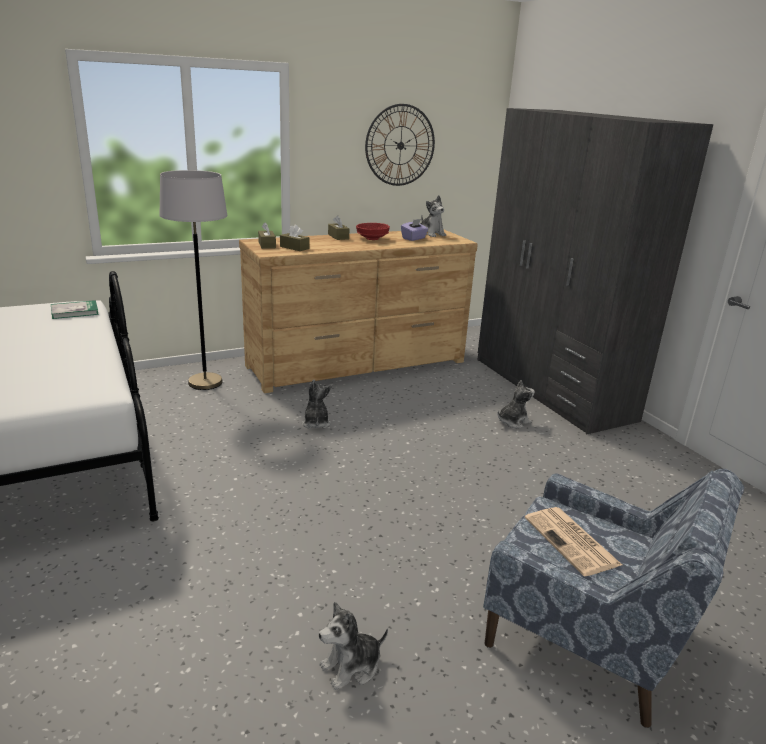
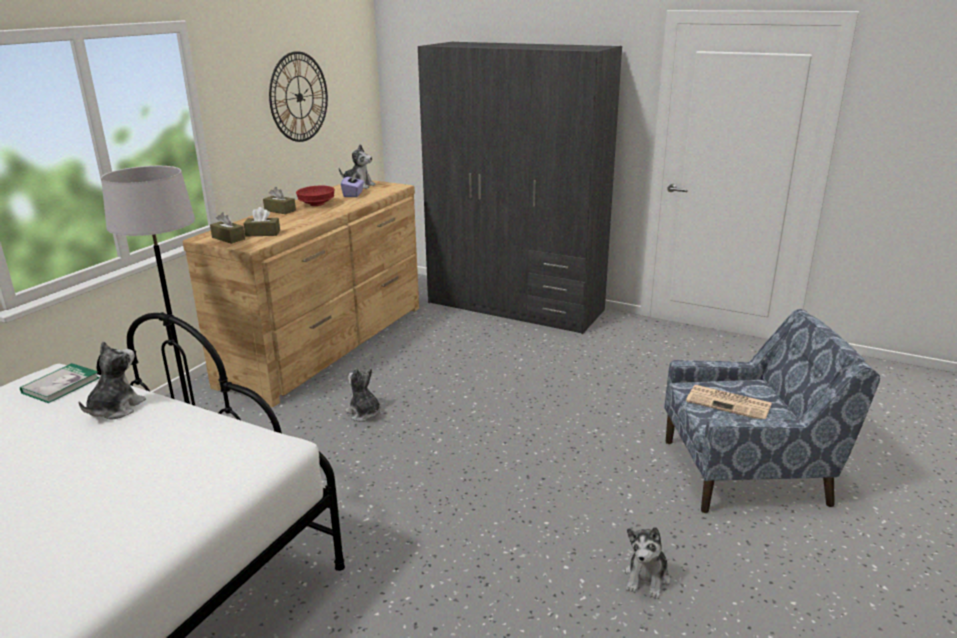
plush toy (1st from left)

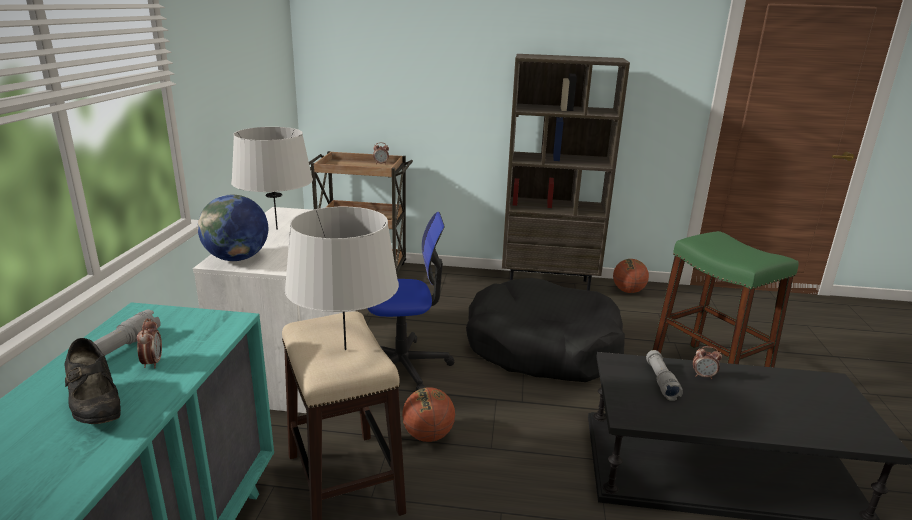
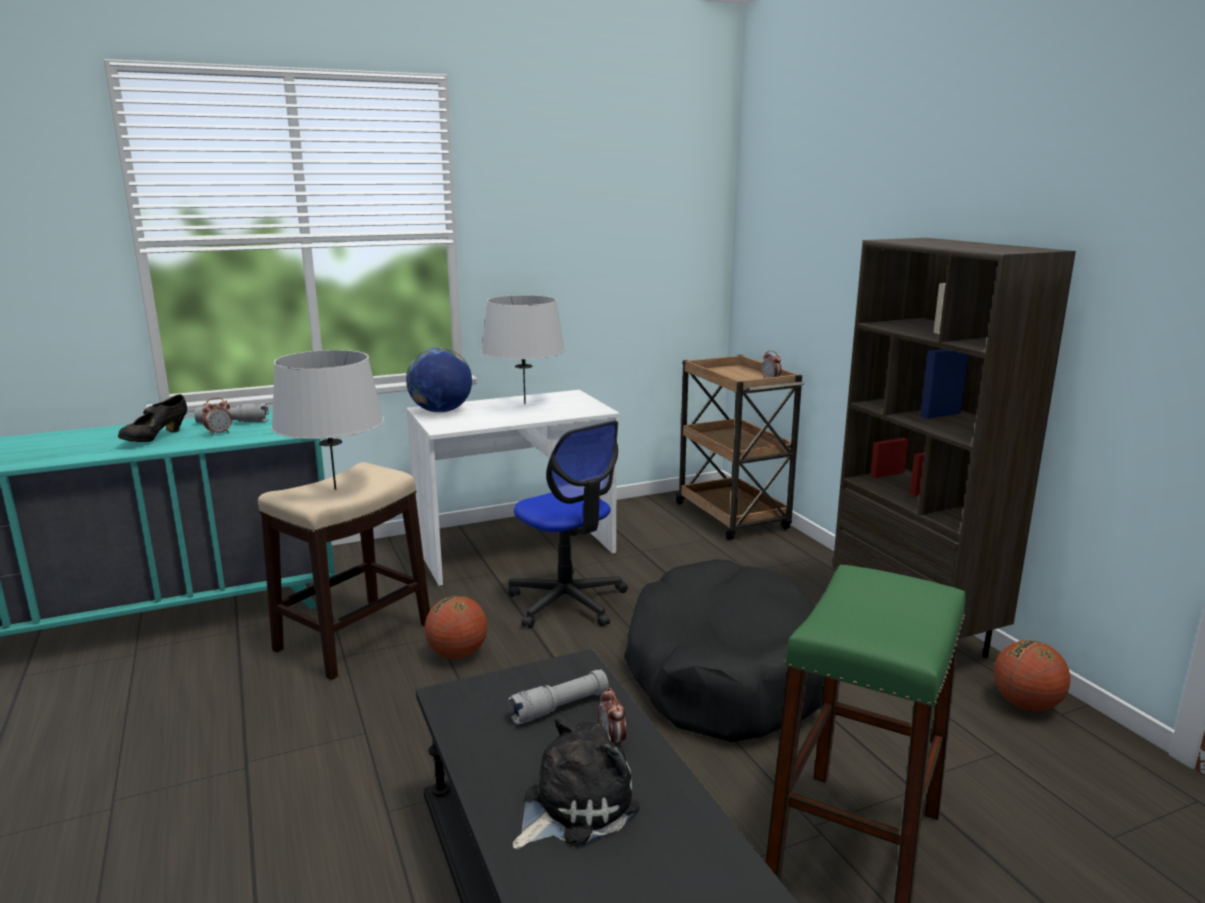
plush toy

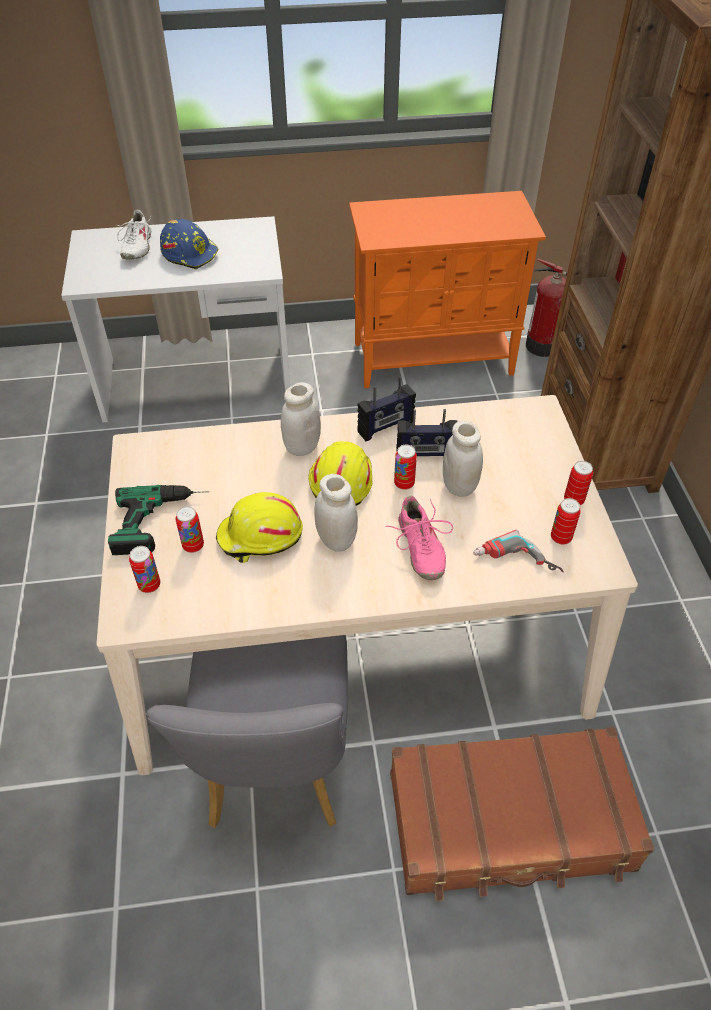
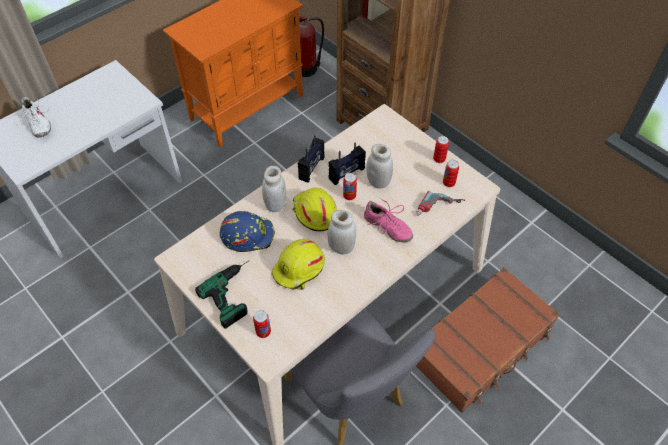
work helmet in blue
can (2nd from left in the first image)

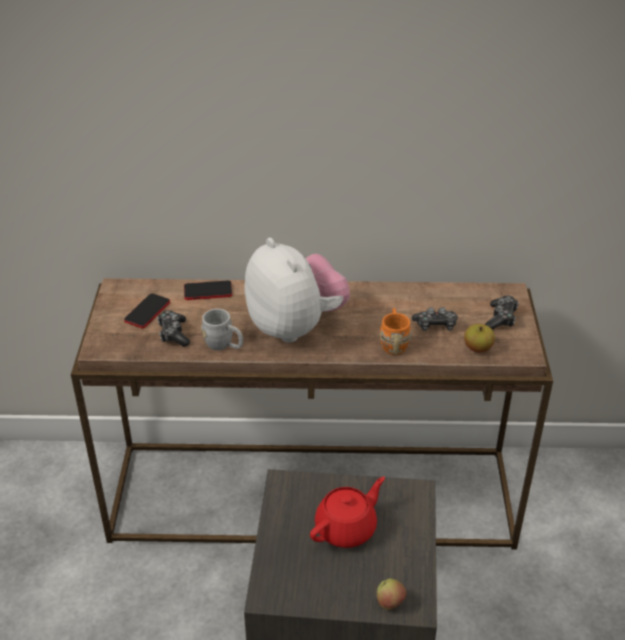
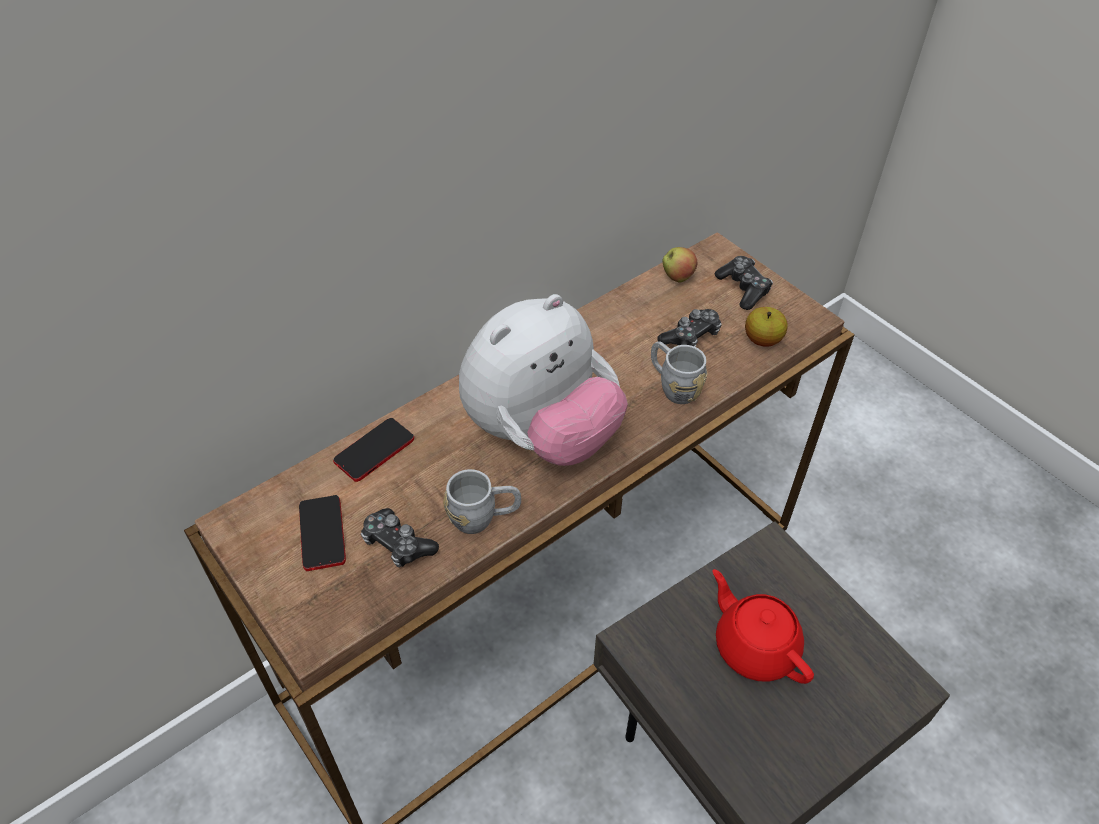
plush toy
tea mug in gray (2nd from left)
teapot in reddish
apple fruit (1st from left)

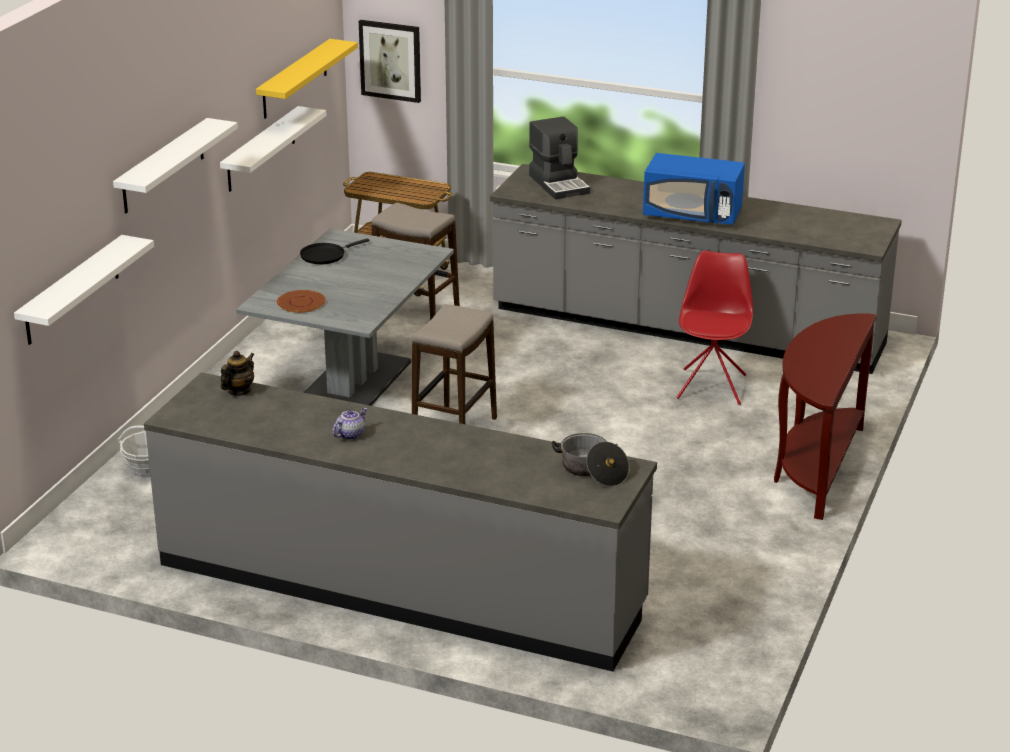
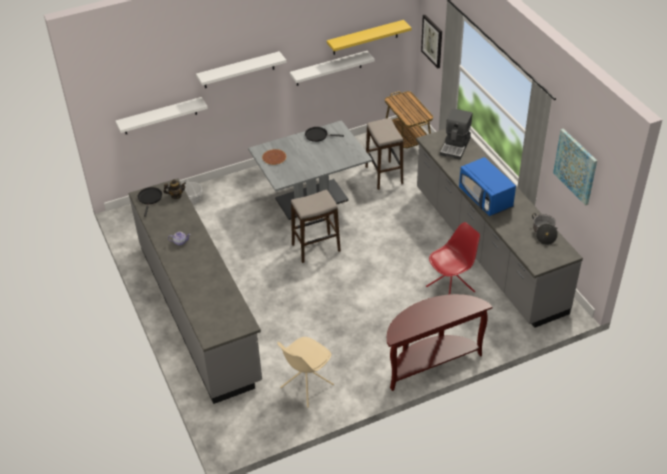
cooking pot
wall picture (2nd from left)
pan in black (1st from left)
upright chair in sand-coloured

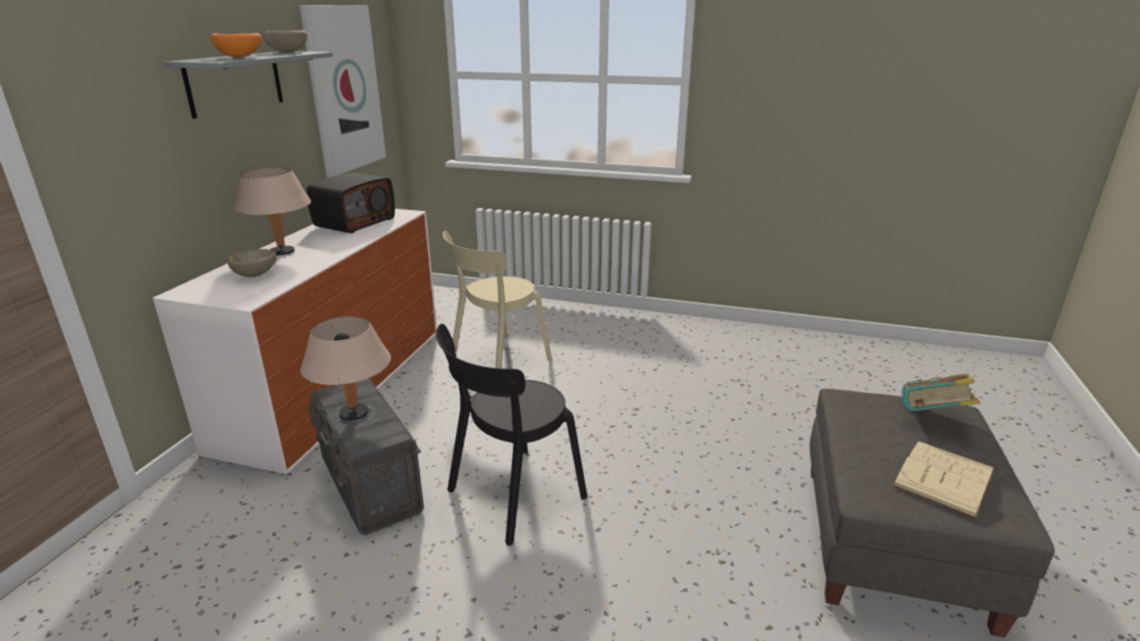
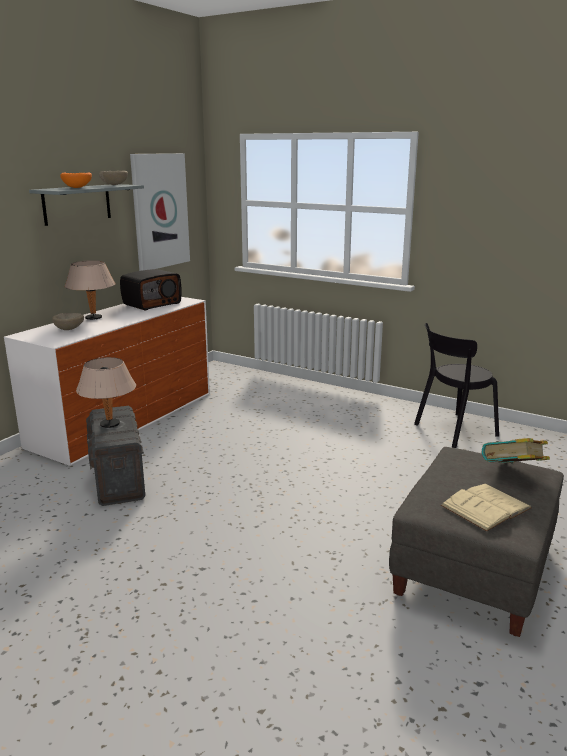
upright chair in sand-coloured
upright chair in black

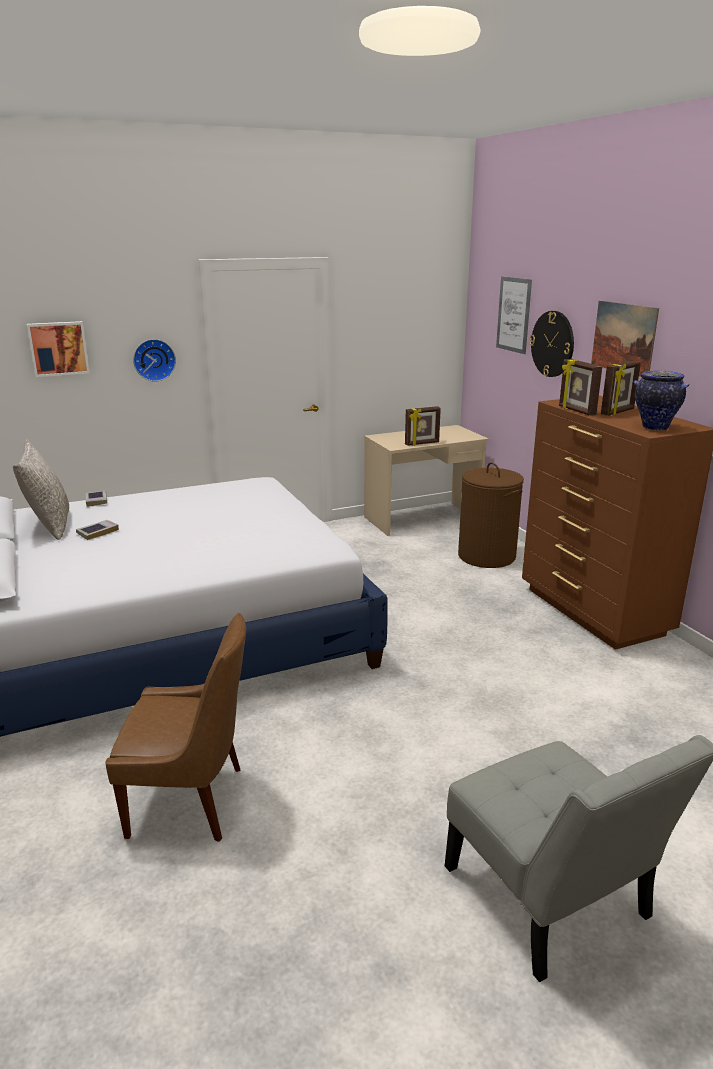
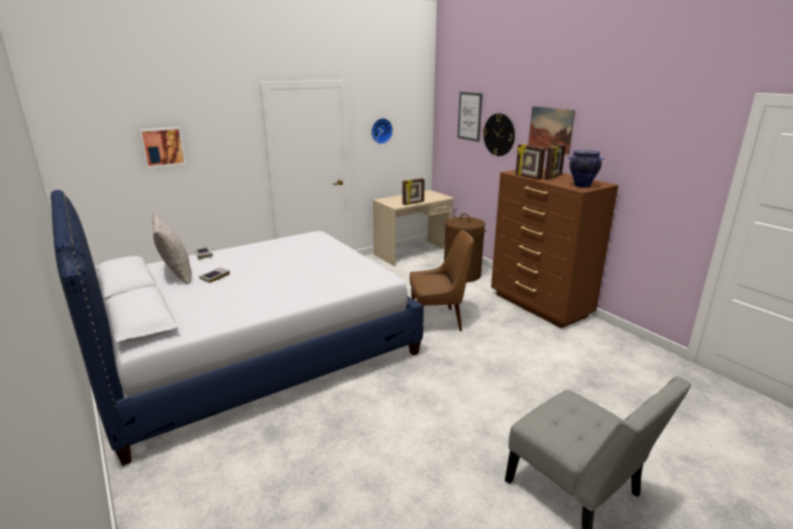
clock on the wall (1st from left)
upright chair in brownish

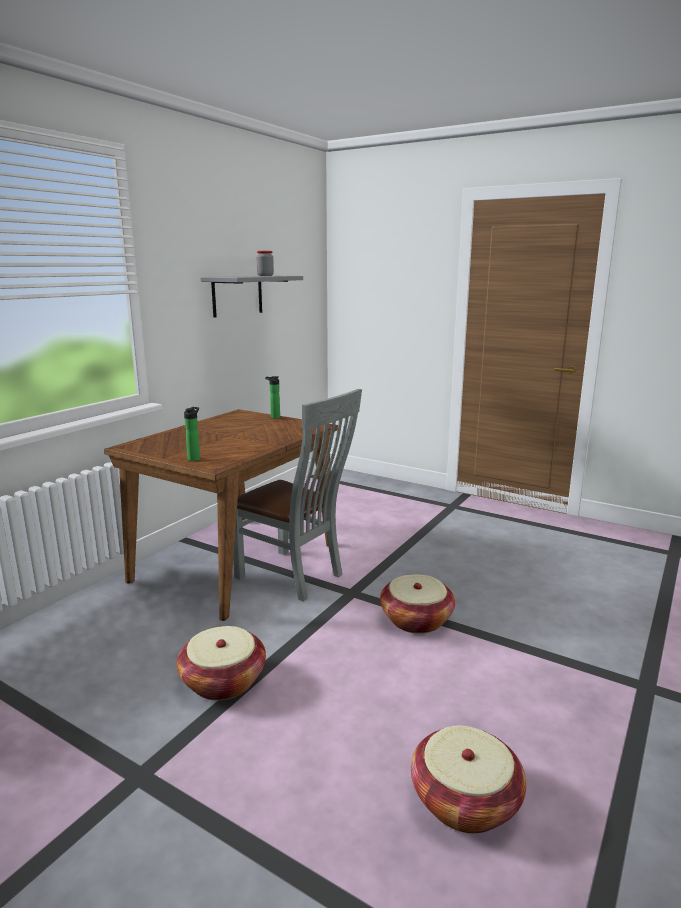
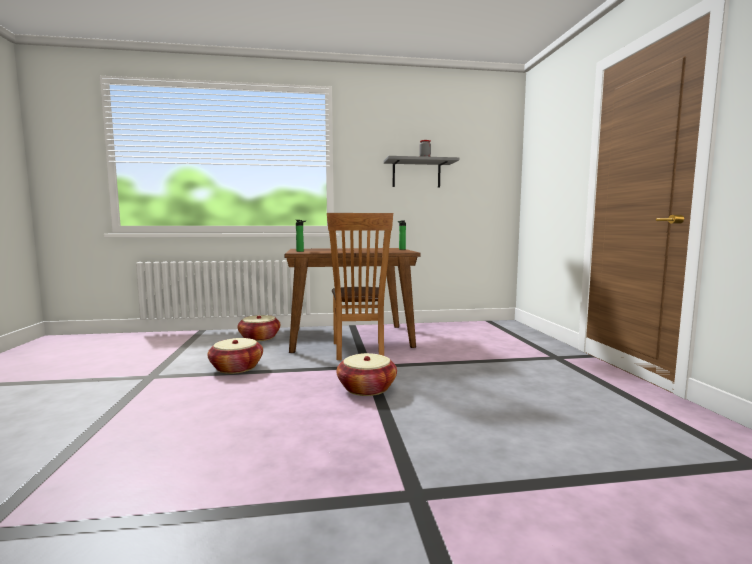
upright chair in brownish
basket (2nd from left)

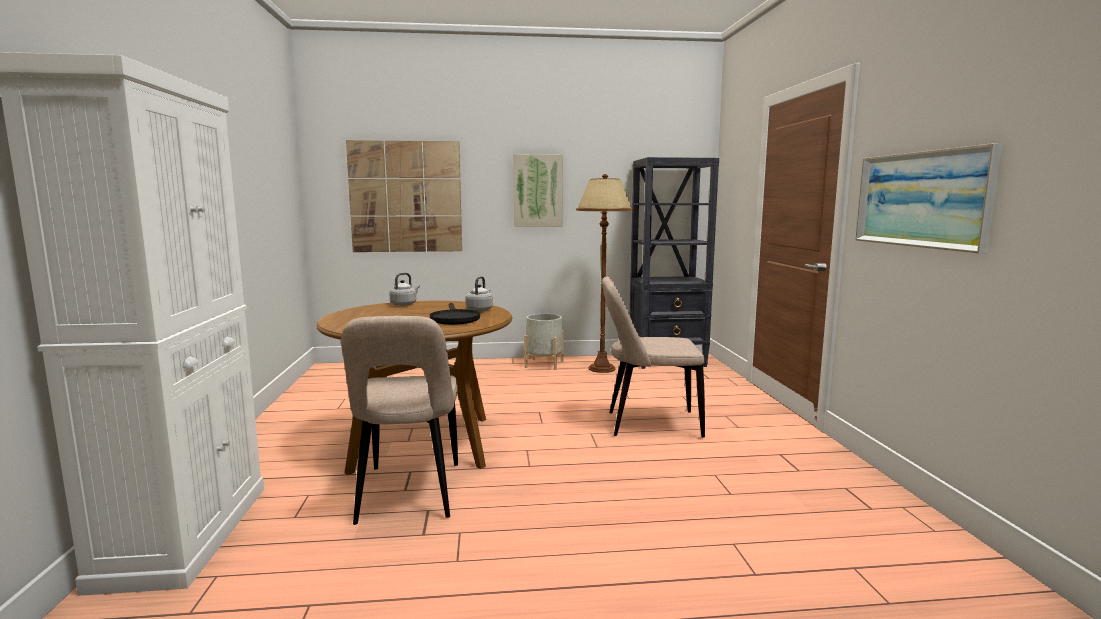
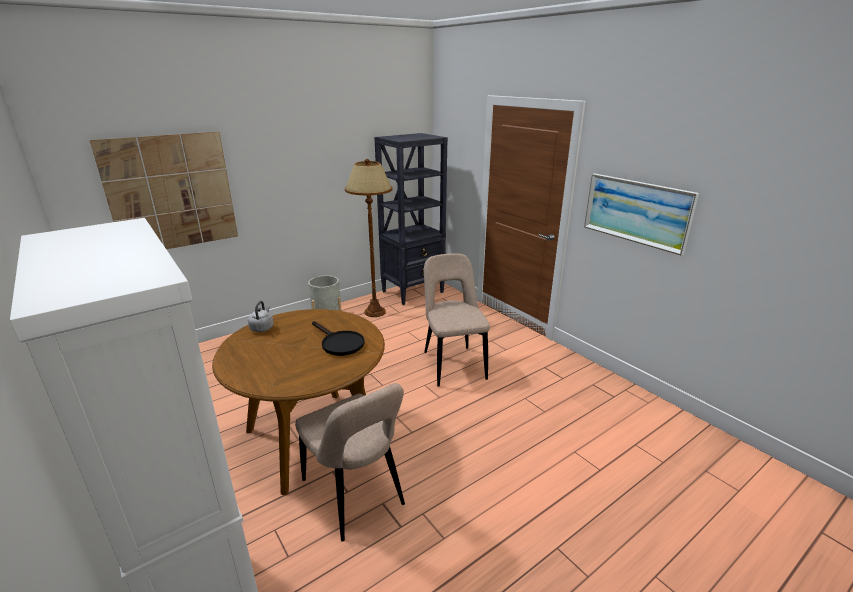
wall picture (2nd from left in the first image)
water kettle in gray (2nd from left in the first image)
upright chair in sand-coloured (2nd from left)

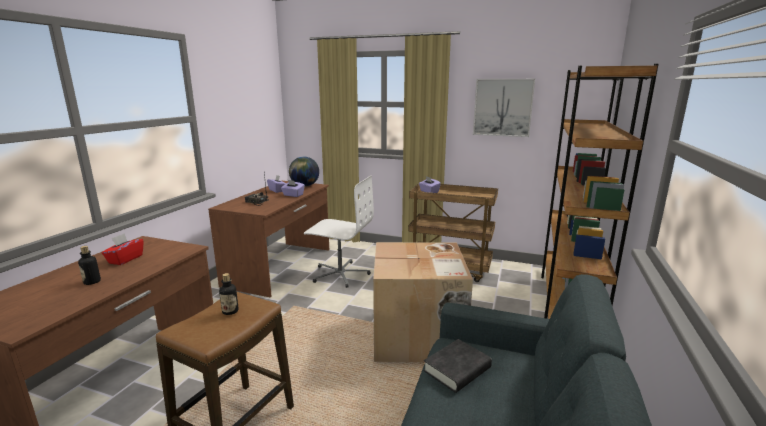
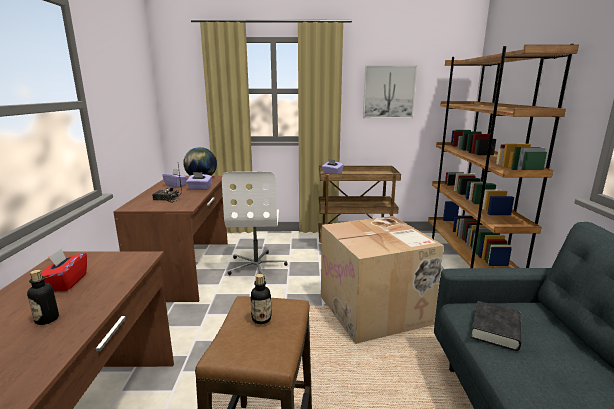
desk chair in whitish

